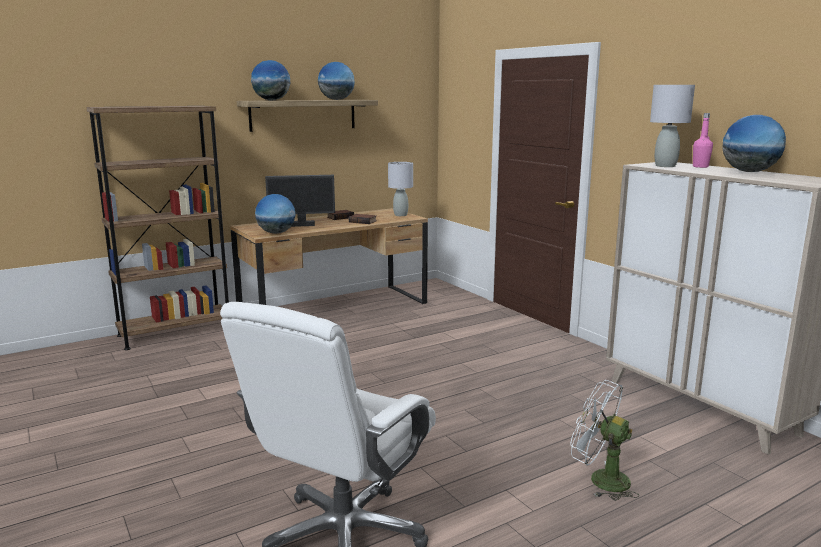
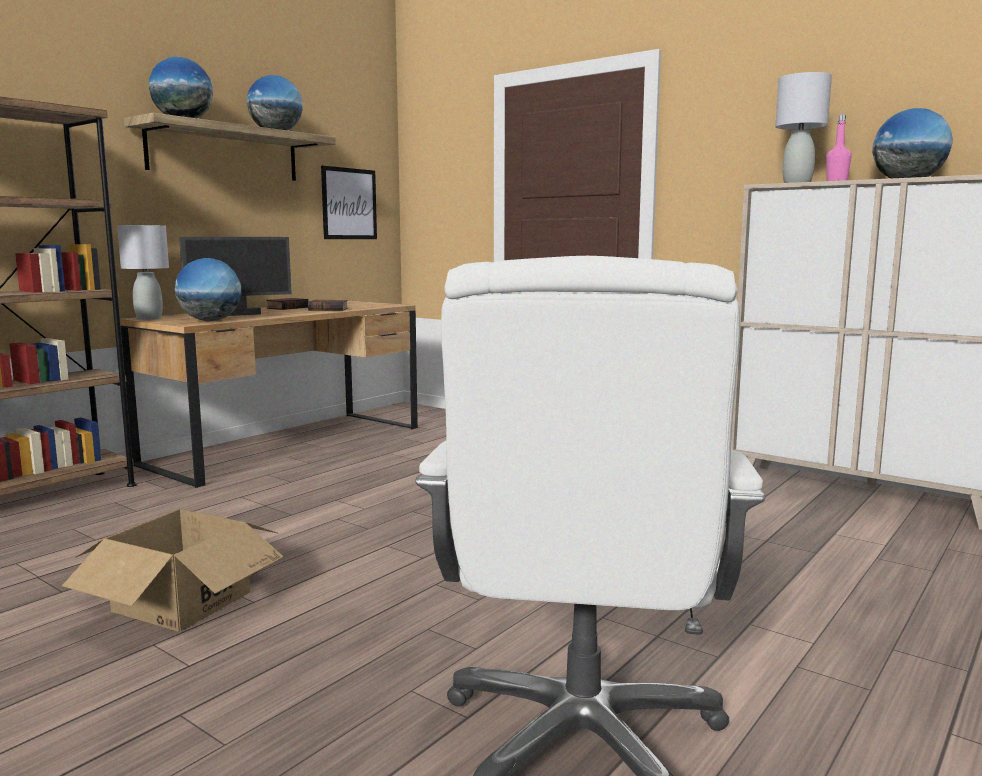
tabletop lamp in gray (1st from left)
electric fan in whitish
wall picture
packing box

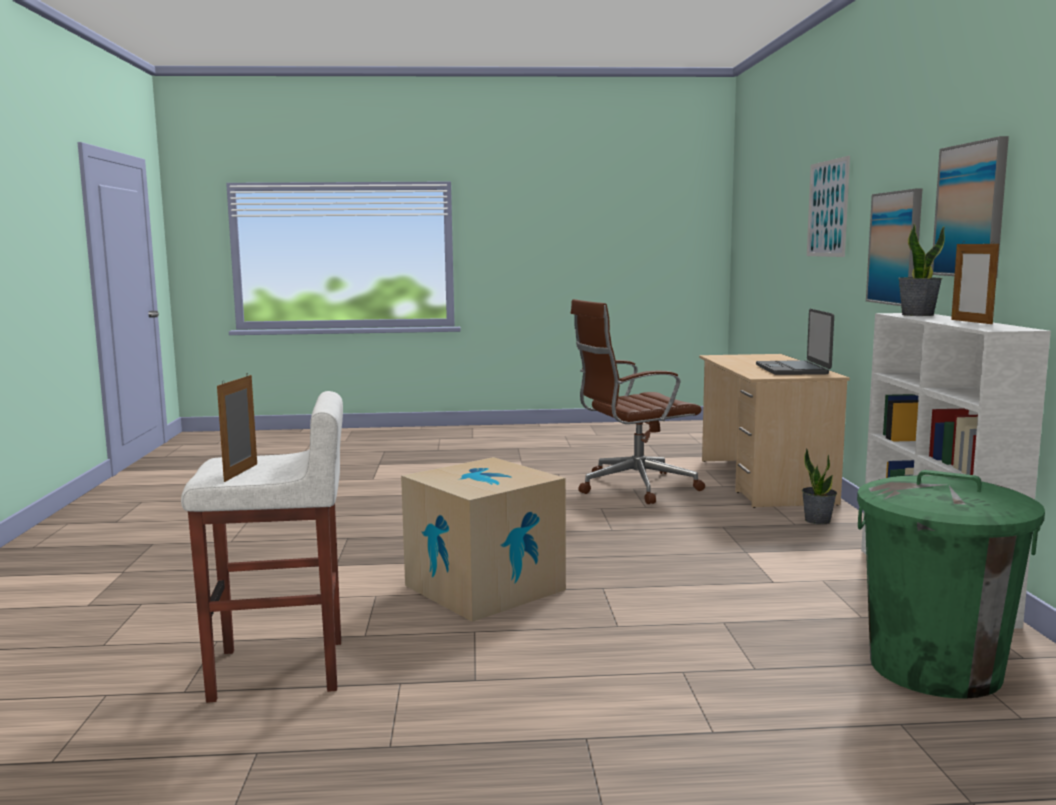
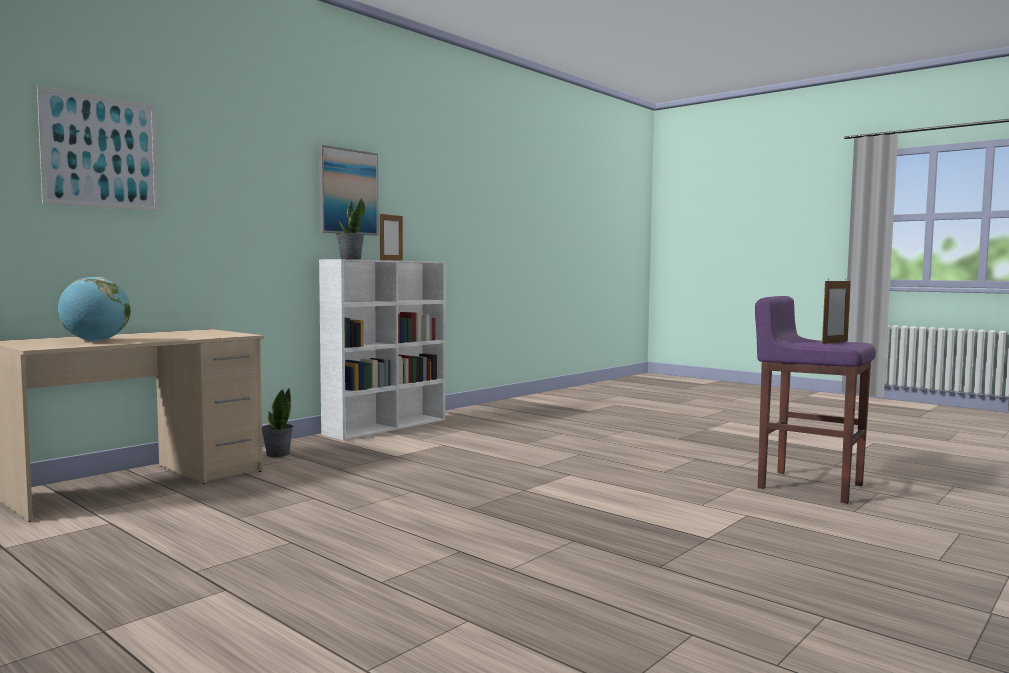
wall picture (2nd from left in the first image)
desk chair in brownish
portable computer
sitting stool in purplish
packing box
rubbish bin in green-coloured
desk globe

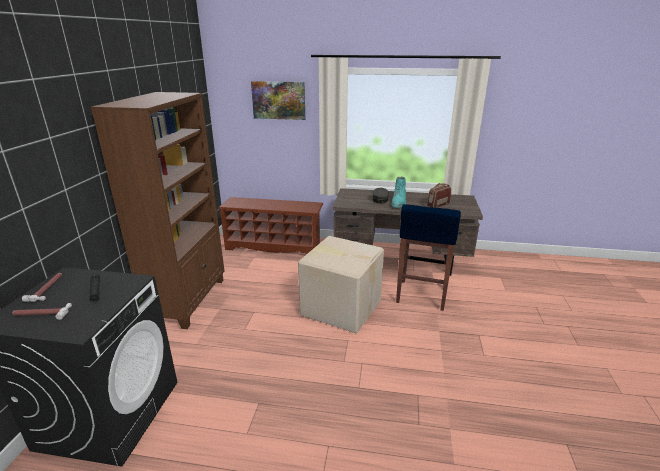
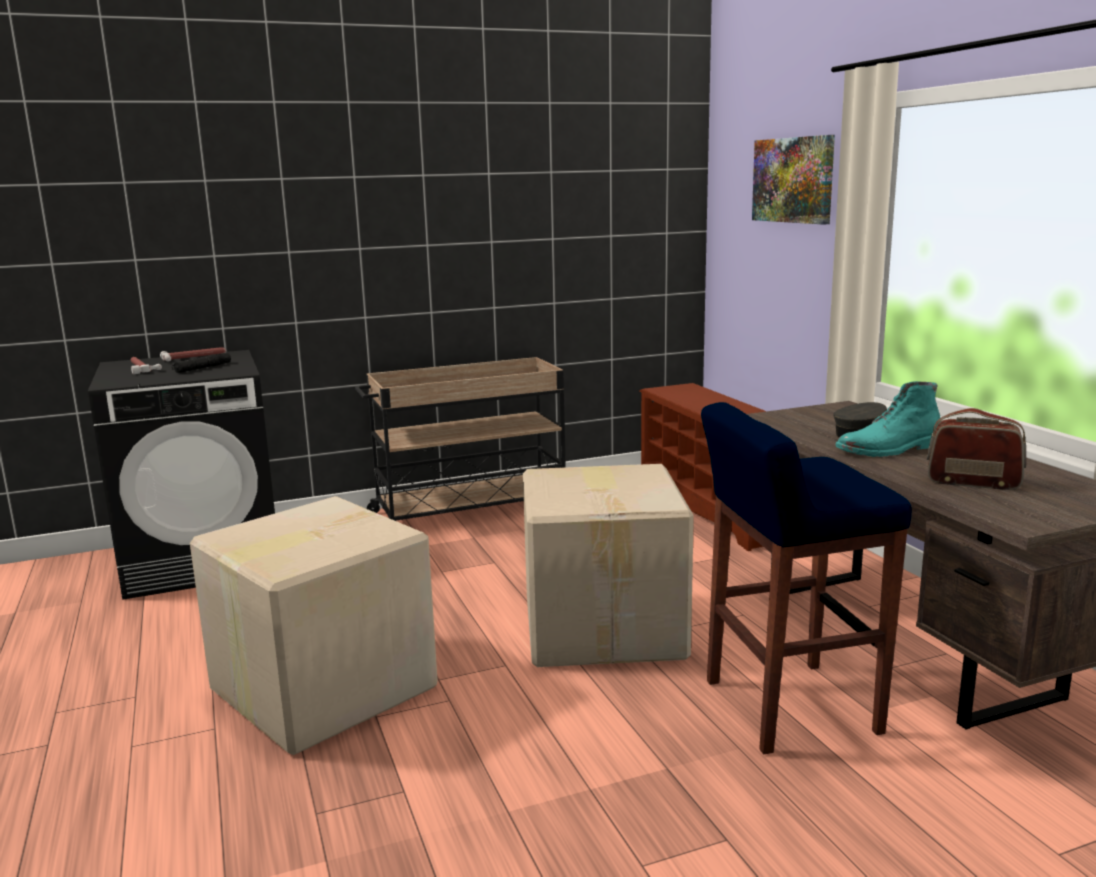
trolley in sand-coloured
packing box (1st from left)

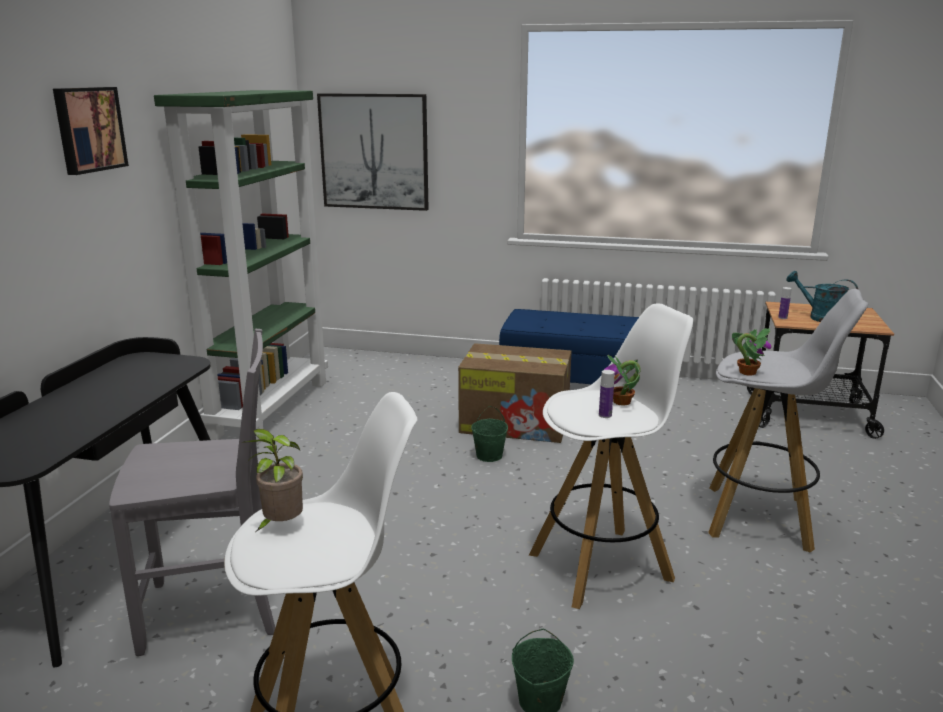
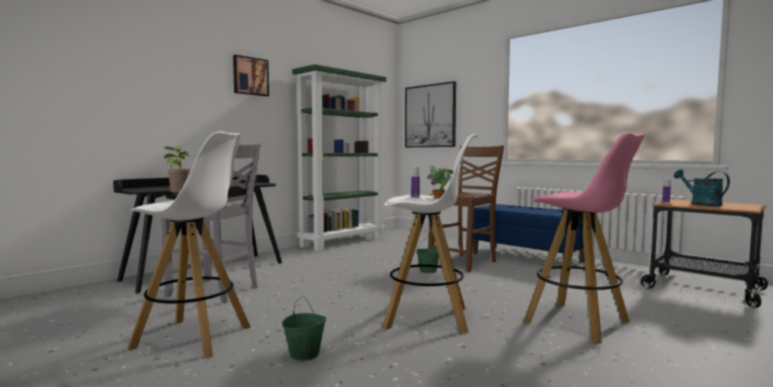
sitting stool in pink-coloured
plant in a pot (3rd from left in the first image)
upright chair in brownish

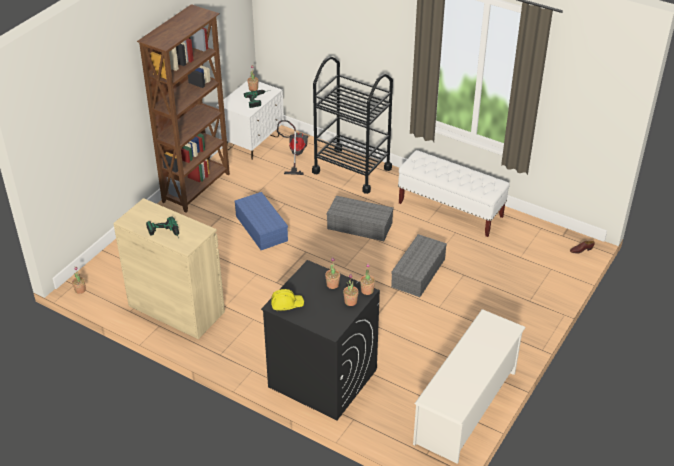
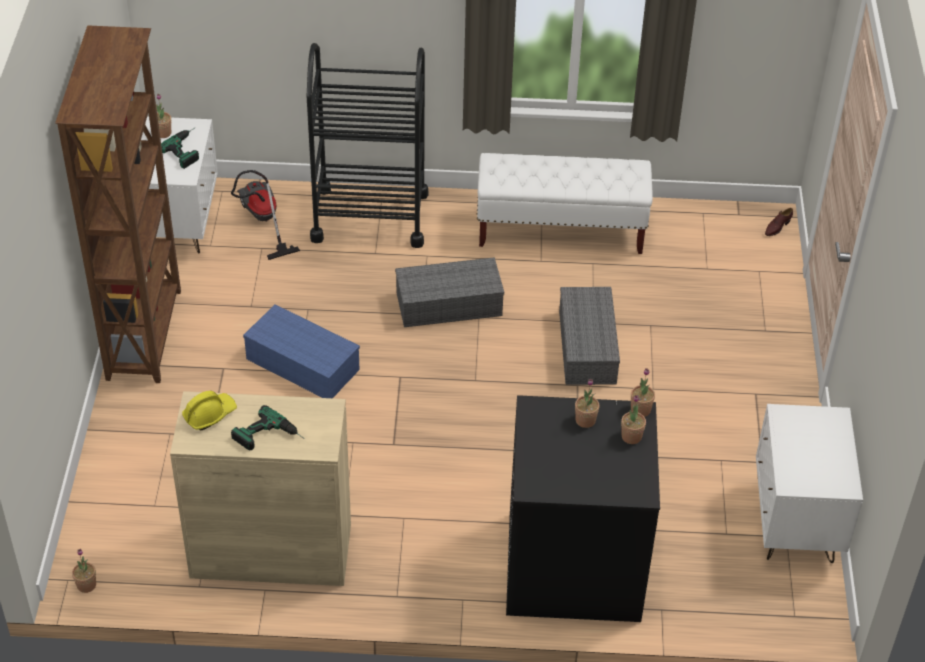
work helmet in yellowish
night table in whitish (2nd from left)

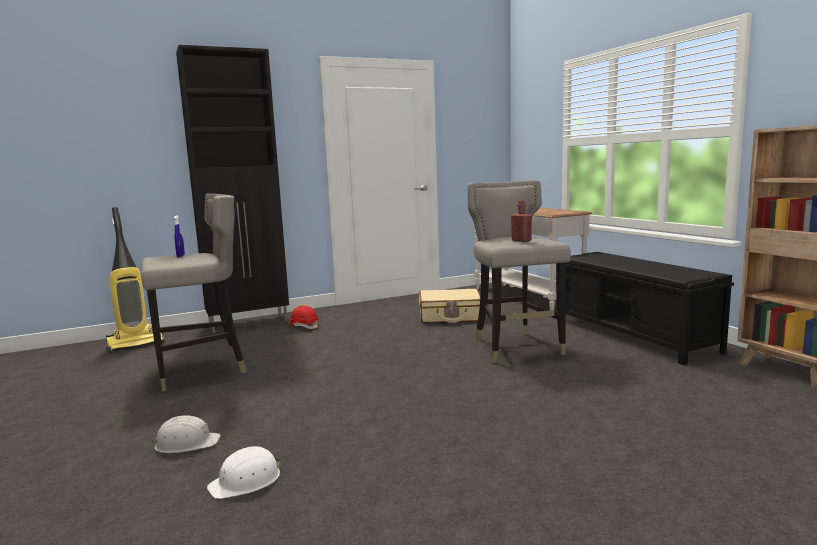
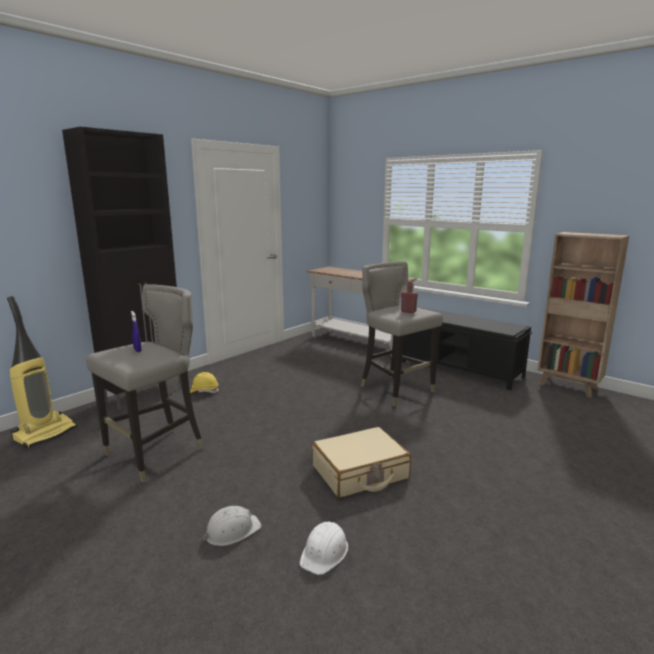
piece of luggage in sand-coloured
work helmet in yellowish

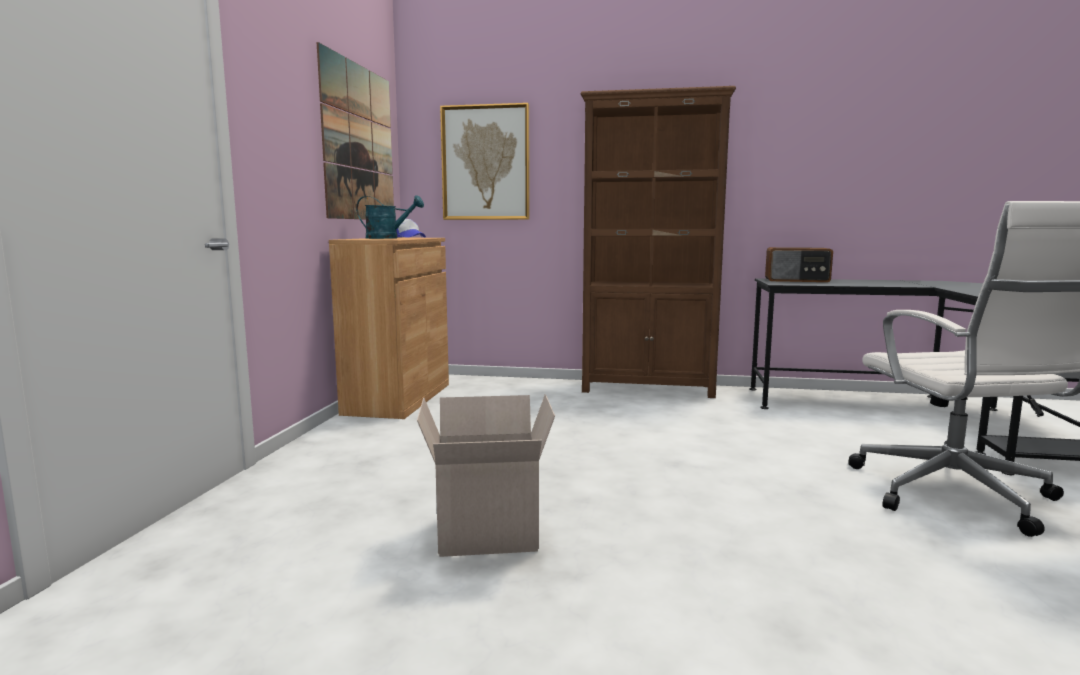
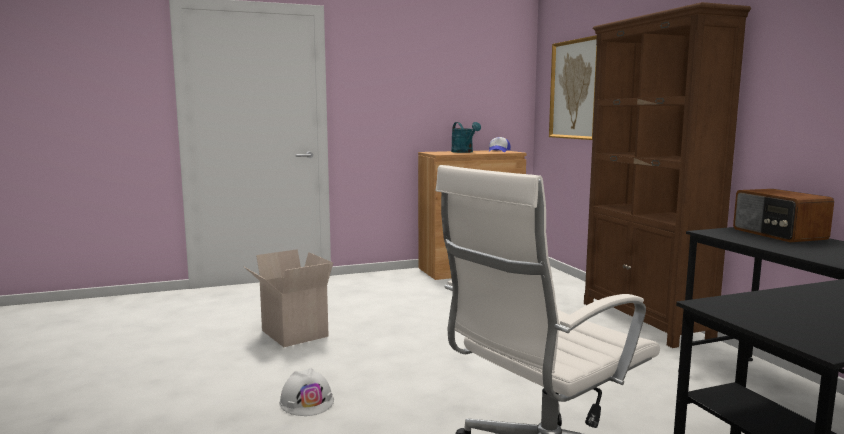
wall picture (1st from left in the first image)
work helmet in whitish

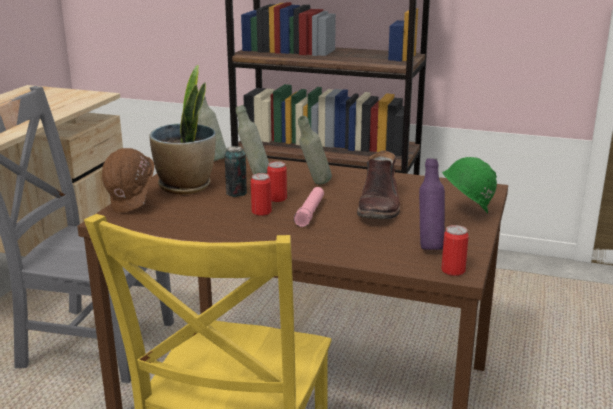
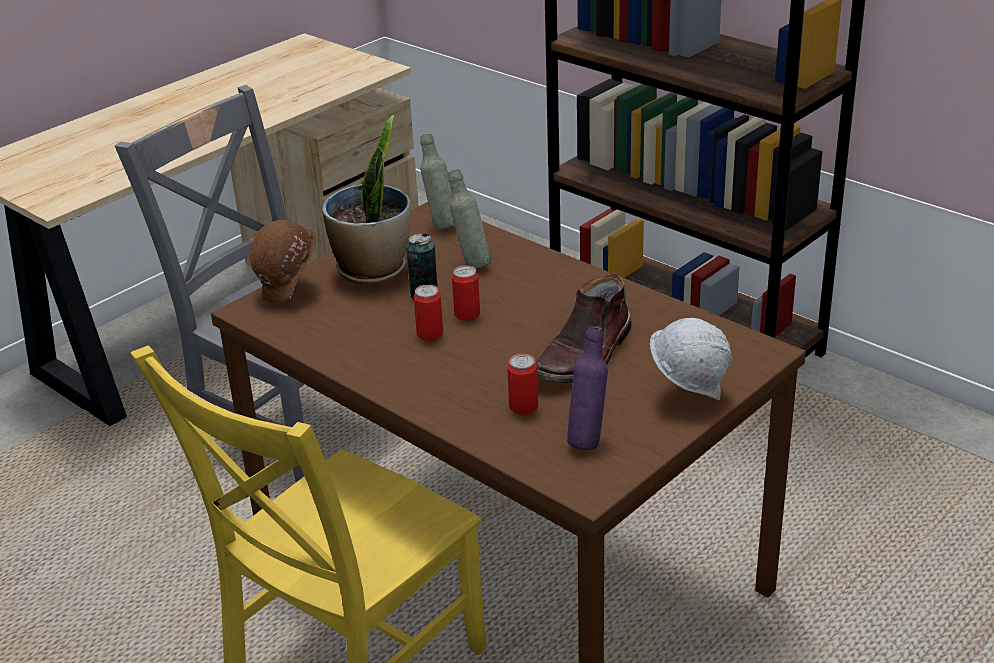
bottle in gray (3rd from left in the first image)
work helmet in whitish
flashlight in pink-coloured
can (4th from left)

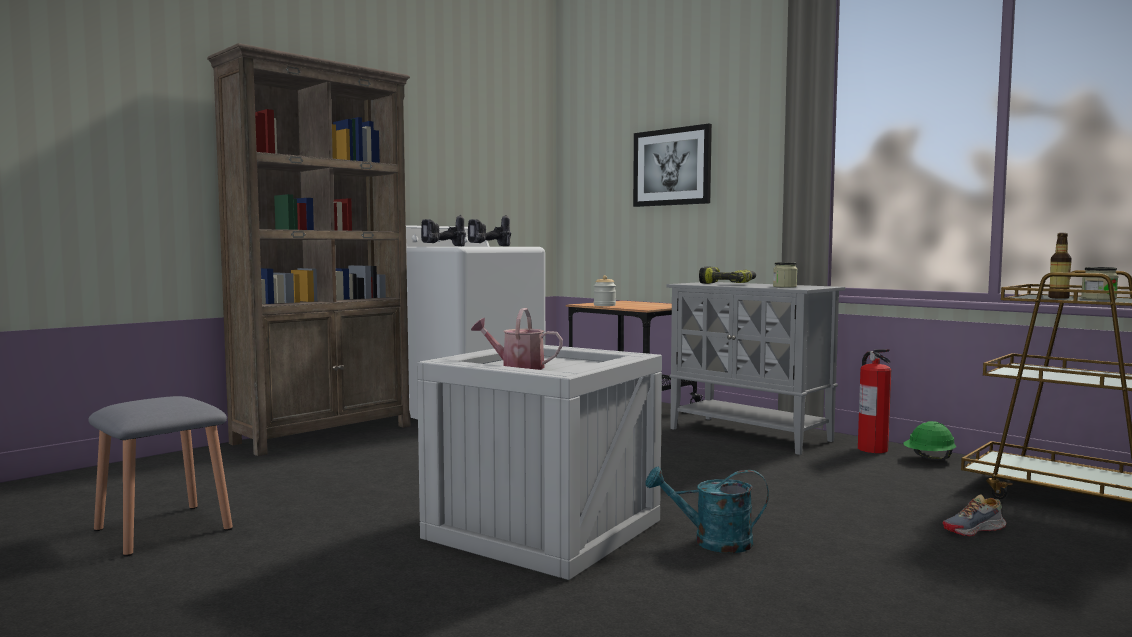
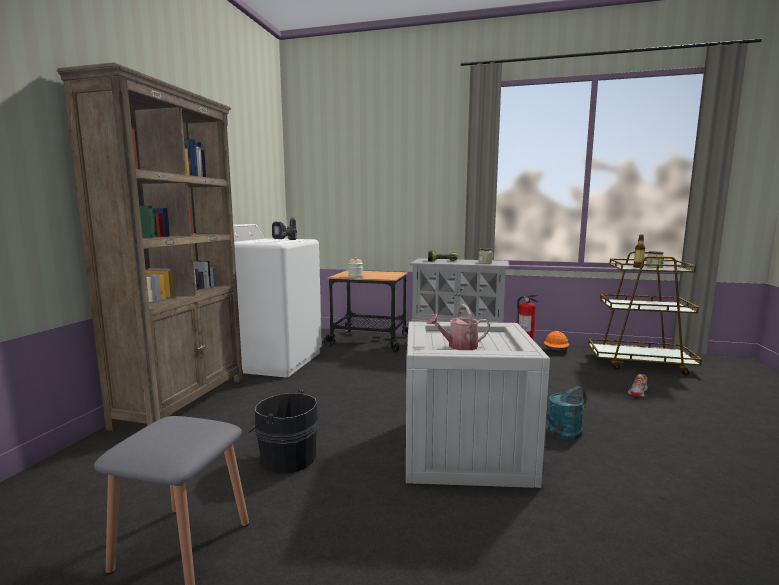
wall picture
power drill (1st from left in the first image)
work helmet in orange
water bucket in black

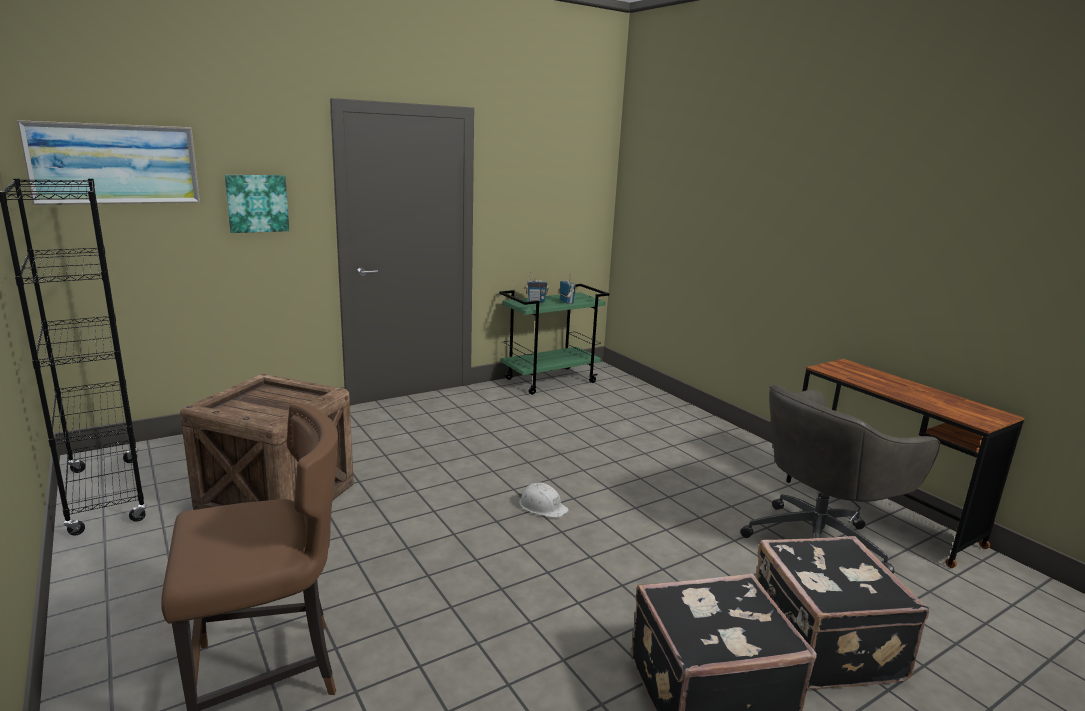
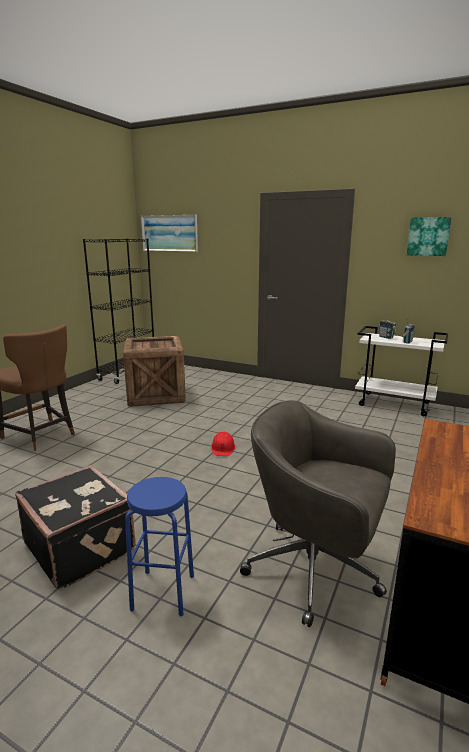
wall picture (2nd from left)
trolley in whitish
work helmet in reddish
sitting stool in blue

